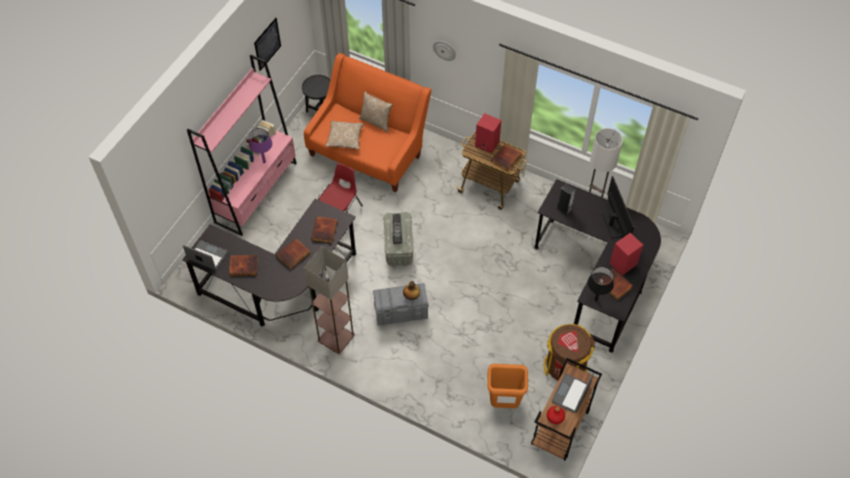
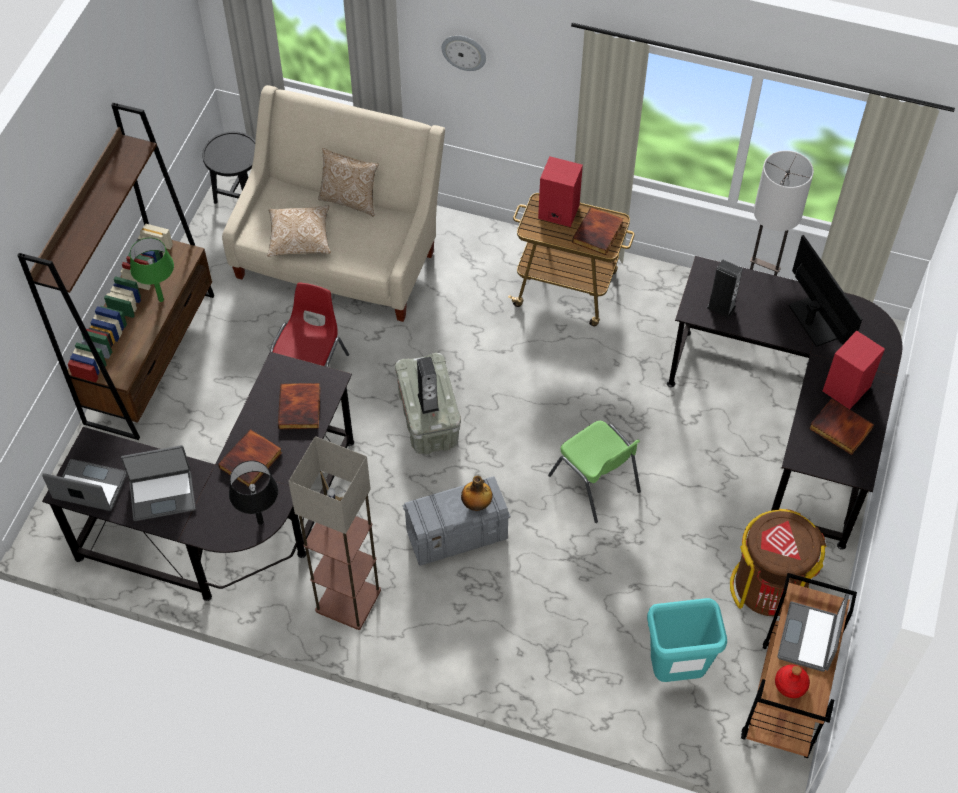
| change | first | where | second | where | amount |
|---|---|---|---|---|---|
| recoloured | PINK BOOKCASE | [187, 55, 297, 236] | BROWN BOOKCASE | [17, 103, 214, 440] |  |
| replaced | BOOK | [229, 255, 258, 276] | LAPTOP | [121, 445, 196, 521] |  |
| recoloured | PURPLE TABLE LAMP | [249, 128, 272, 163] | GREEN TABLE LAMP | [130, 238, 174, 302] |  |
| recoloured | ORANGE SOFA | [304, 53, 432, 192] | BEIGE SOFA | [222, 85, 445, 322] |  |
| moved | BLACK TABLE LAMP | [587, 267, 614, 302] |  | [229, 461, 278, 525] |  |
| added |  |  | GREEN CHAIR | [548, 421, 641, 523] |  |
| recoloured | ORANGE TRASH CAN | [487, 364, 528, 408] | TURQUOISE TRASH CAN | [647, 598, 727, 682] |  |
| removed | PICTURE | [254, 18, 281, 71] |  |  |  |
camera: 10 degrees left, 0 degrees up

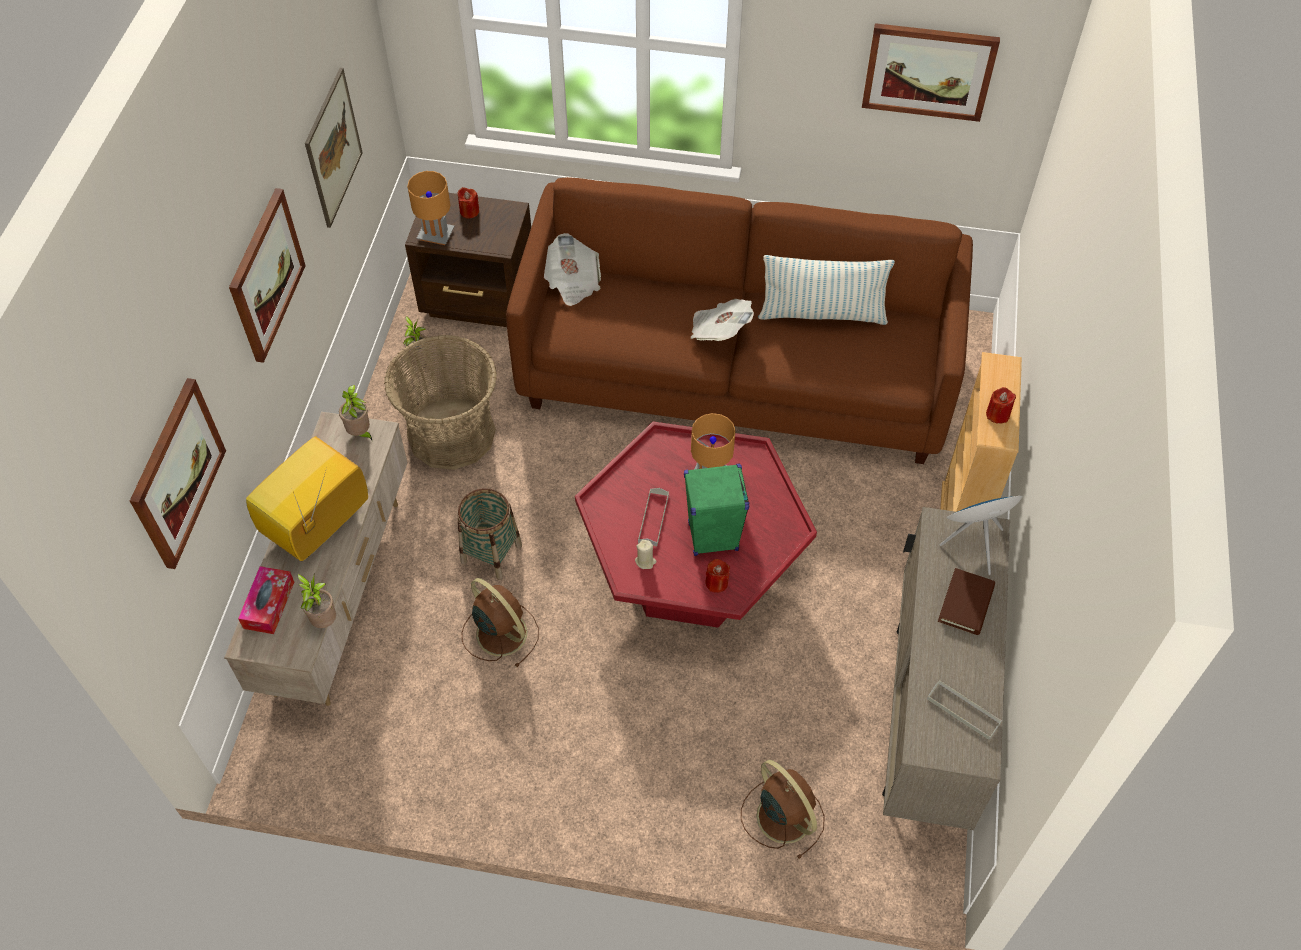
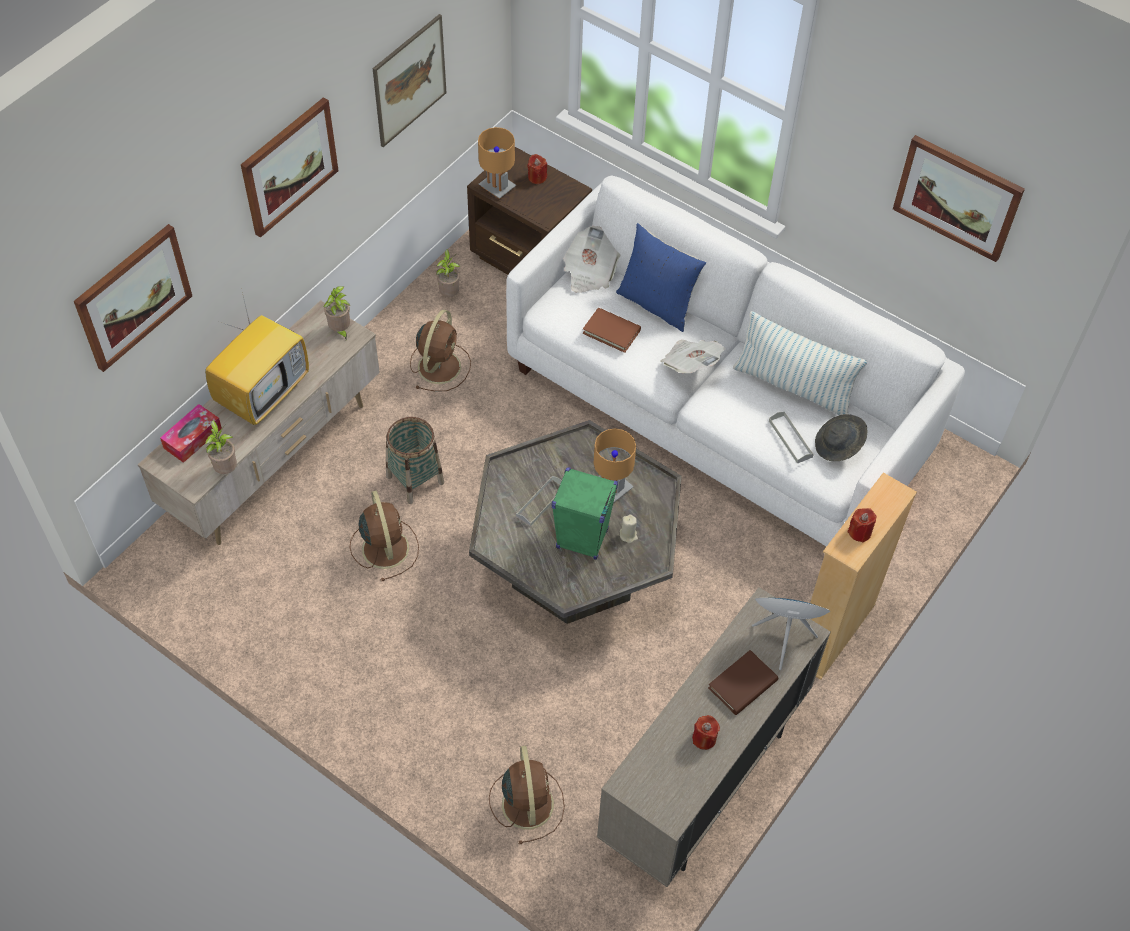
| change | first | where | second | where | amount |
|---|---|---|---|---|---|
| turned | TELEVISION | [246, 436, 368, 561] |  | [205, 292, 309, 426] | 150 degrees clockwise |
| replaced | BASKET | [384, 335, 497, 470] | BROWN FAN | [410, 310, 471, 392] |  |
| recoloured | RED COFFEE TABLE | [575, 421, 817, 628] | GREY COFFEE TABLE | [469, 420, 682, 624] |  |
| recoloured | BROWN SOFA | [506, 177, 973, 464] | WHITE SOFA | [506, 176, 965, 547] |  |
| added |  |  | BROWN BOOK | [582, 307, 641, 353] |  |
| added |  |  | BLUE PILLOW | [616, 223, 706, 332] |  |
| moved | BEIGE CANDLE | [635, 540, 657, 569] |  | [620, 514, 638, 543] |  |
| moved | RED CANDLE | [705, 559, 730, 593] |  | [692, 715, 720, 750] |  |
| moved | GREY TRAY | [927, 680, 1002, 740] |  | [769, 412, 814, 464] |  |
| added |  |  | GREY HAT | [815, 414, 868, 461] |  |
camera: 25 degrees right, 0 degrees up

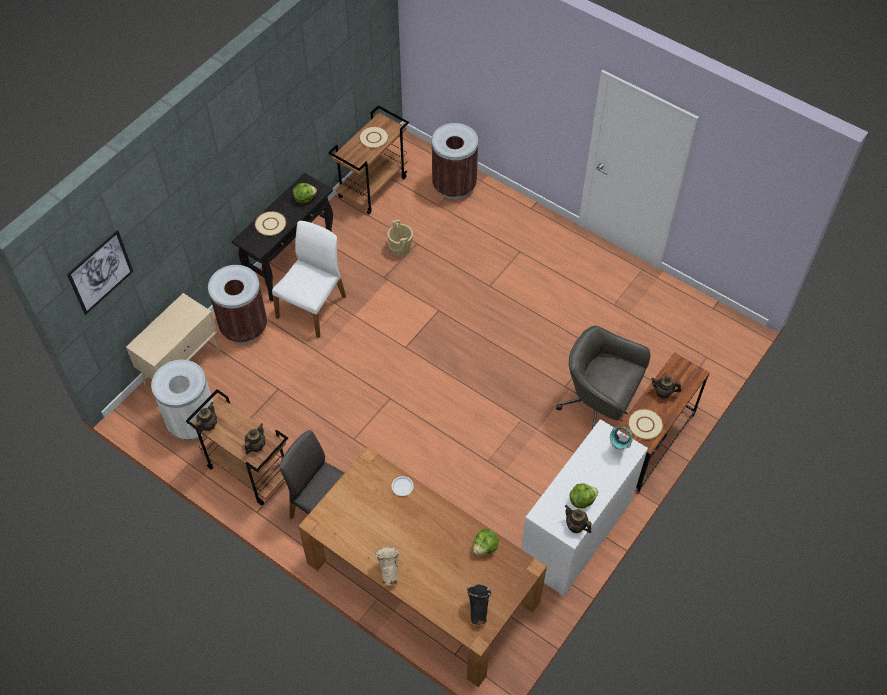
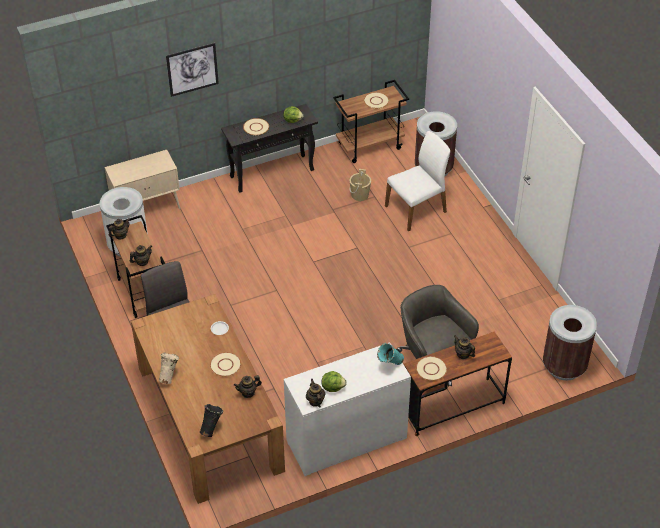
| change | first | where | second | where | amount |
|---|---|---|---|---|---|
| moved | PICTURE | [67, 230, 133, 315] |  | [166, 43, 219, 97] |  |
| added |  |  | BEIGE PLATE | [210, 352, 241, 376] |  |
| replaced | LETTUCE | [473, 529, 499, 555] | TEAPOT | [234, 375, 262, 398] |  |
| moved | WHITE CHAIR | [272, 221, 346, 338] |  | [385, 131, 450, 231] |  |
| moved | BROWN TRASH CAN | [208, 265, 267, 344] |  | [543, 305, 597, 380] |  |
camera: 30 degrees right, 10 degrees down

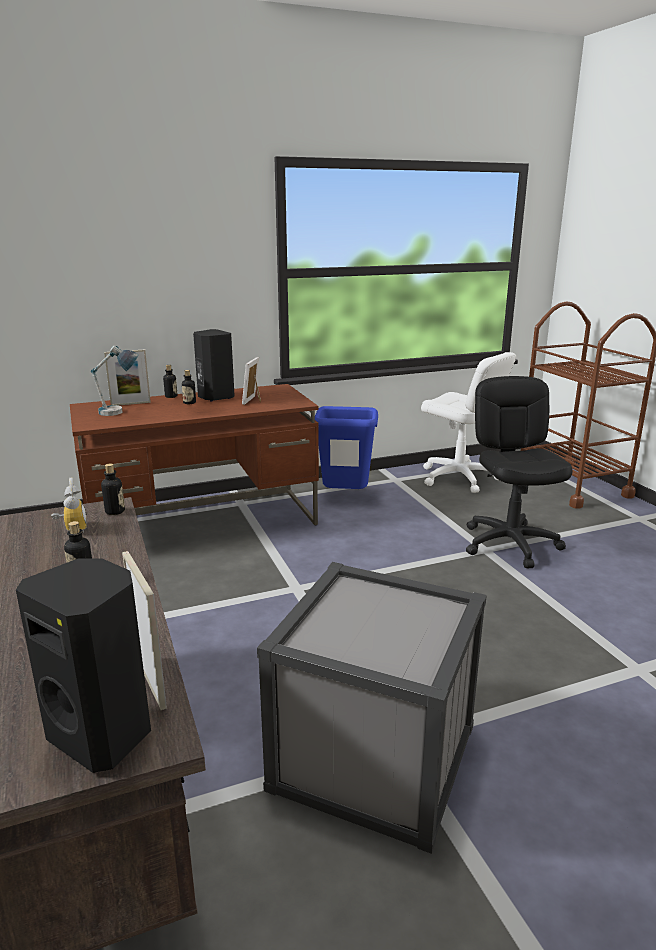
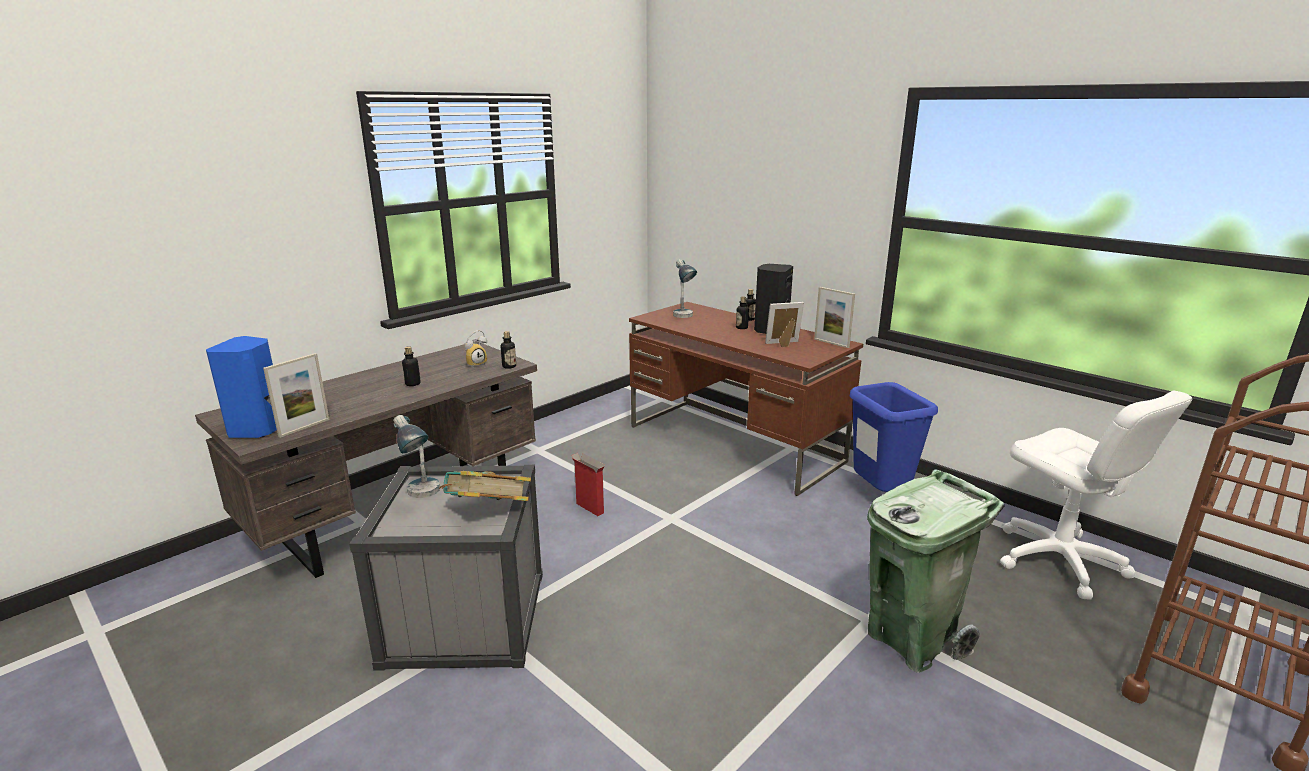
| change | first | where | second | where | amount |
|---|---|---|---|---|---|
| recoloured | BLACK SPEAKER | [16, 559, 151, 773] | BLUE SPEAKER | [206, 336, 277, 438] |  |
| added |  |  | TABLE LAMP | [393, 415, 440, 498] |  |
| added |  |  | BOOK | [439, 471, 531, 501] |  |
| added |  |  | CARDBOARD BOX | [571, 453, 605, 516] |  |
| moved | PICTURE FRAME | [104, 349, 151, 405] |  | [814, 287, 855, 348] |  |
| replaced | BLACK OFFICE CHAIR | [466, 376, 573, 568] | GREEN TRASH CAN | [867, 469, 1005, 673] |  |
| turned | WHITE OFFICE CHAIR | [421, 352, 516, 493] |  | [1000, 390, 1192, 600] | 45 degrees counterclockwise |
camera: 65 degrees right, 0 degrees up

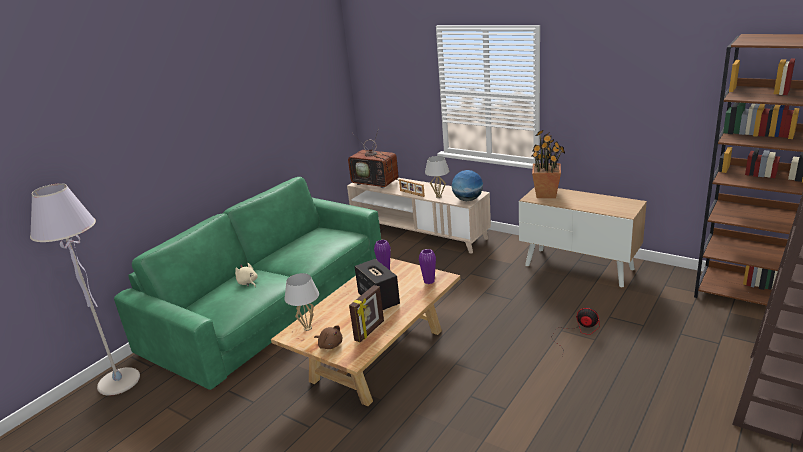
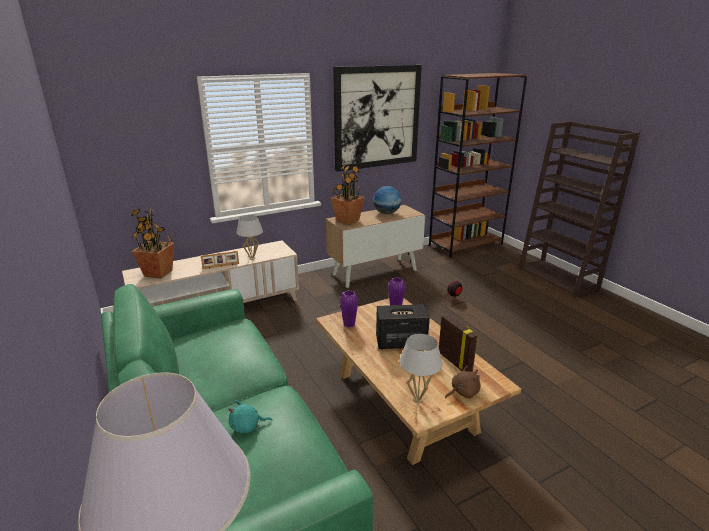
| change | first | where | second | where | amount |
|---|---|---|---|---|---|
| replaced | TELEVISION | [348, 128, 398, 188] | POTTED PLANT | [131, 206, 174, 279] |  |
| recoloured | BEIGE PLUSH TOY | [235, 263, 258, 287] | TURQUOISE PLUSH TOY | [228, 400, 273, 433] |  |
| added |  |  | PICTURE | [333, 65, 422, 172] |  |
| moved | GLOBE | [452, 170, 483, 201] |  | [373, 186, 401, 214] |  |
camera: 65 degrees left, 0 degrees up

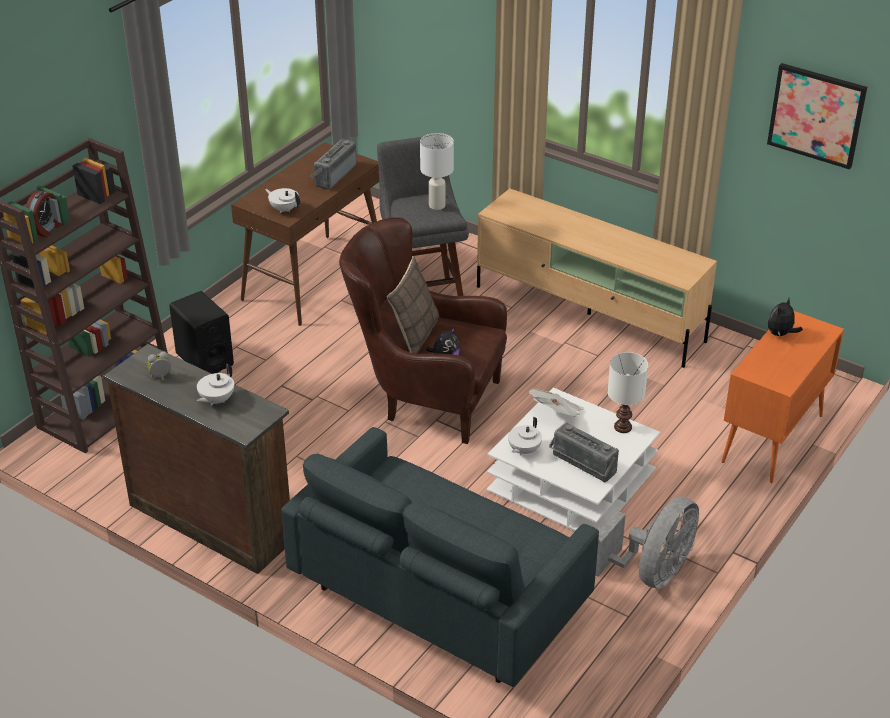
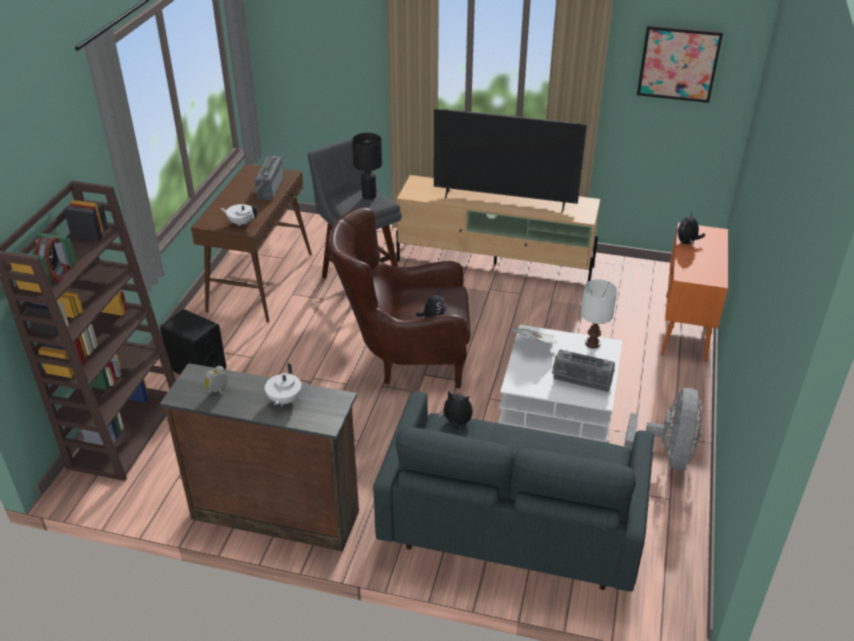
| change | first | where | second | where | amount |
|---|---|---|---|---|---|
| recoloured | WHITE TABLE LAMP | [420, 133, 454, 210] | BLACK TABLE LAMP | [352, 133, 382, 200] |  |
| added |  |  | TELEVISION | [434, 109, 587, 213] |  |
| added |  |  | PLUSH TOY | [439, 391, 473, 430] |  |
| removed | PILLOW | [387, 256, 439, 353] |  |  |  |
| removed | WHITE TEAPOT | [508, 417, 542, 456] |  |  |  |
camera: 20 degrees left, 0 degrees up

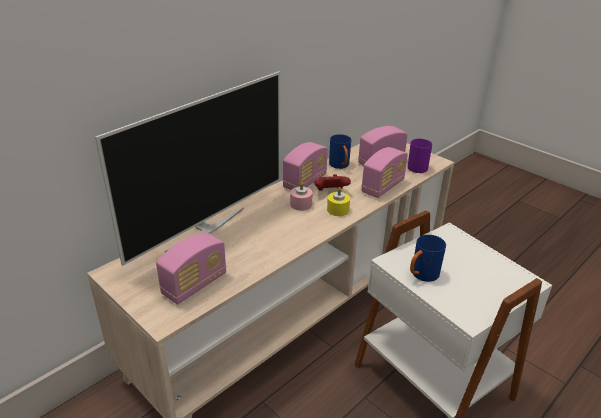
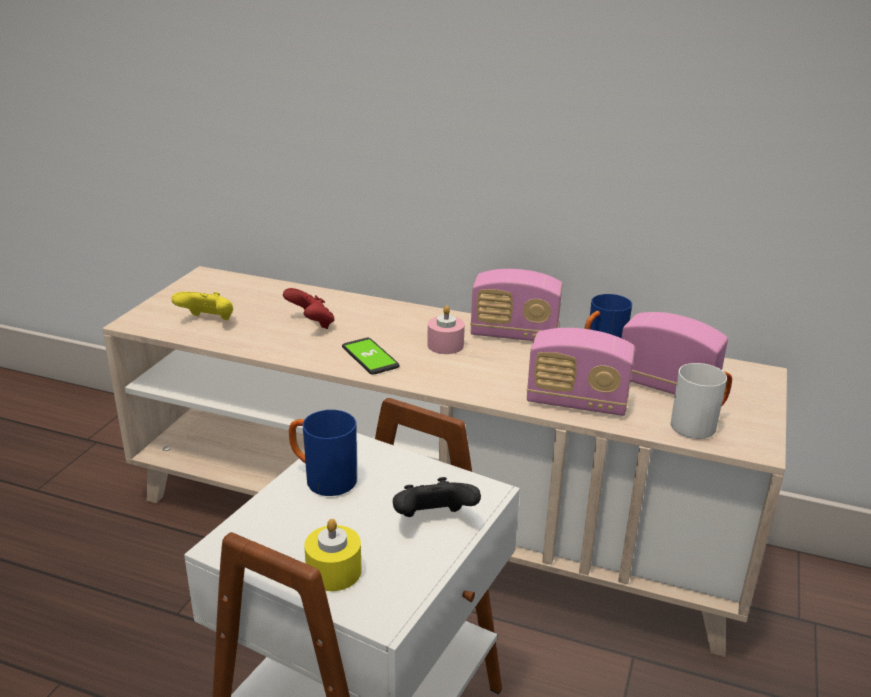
| change | first | where | second | where | amount |
|---|---|---|---|---|---|
| replaced | RADIO | [156, 232, 226, 304] | YELLOW GAME CONTROLLER | [171, 292, 233, 320] |  |
| moved | RED GAME CONTROLLER | [314, 174, 351, 191] |  | [283, 288, 335, 329] |  |
| moved | YELLOW CANDLE | [327, 187, 350, 216] |  | [304, 519, 362, 591] |  |
| added |  |  | PHONE | [342, 338, 400, 375] |  |
| added |  |  | BLACK GAME CONTROLLER | [393, 477, 481, 517] |  |
| recoloured | PURPLE MUG | [408, 139, 432, 173] | WHITE MUG | [670, 363, 732, 439] |  |
| removed | TELEVISION | [95, 71, 280, 266] |  |  |  |
camera: 65 degrees right, 5 degrees down

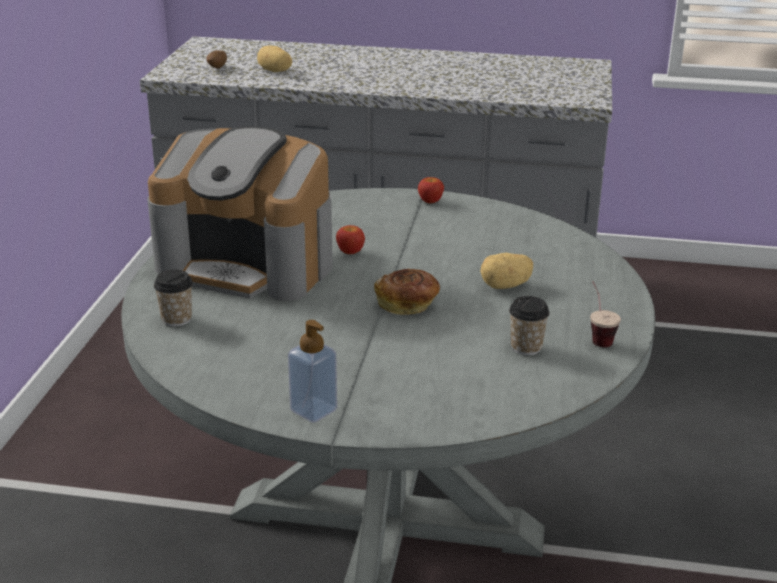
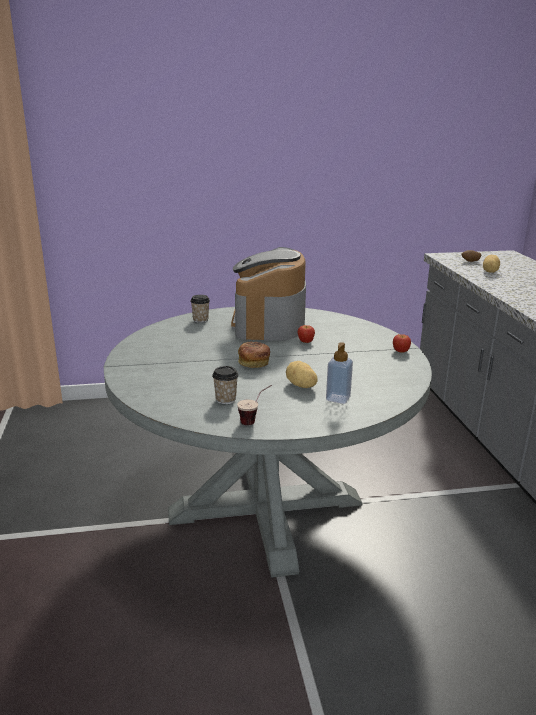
| change | first | where | second | where | amount |
|---|---|---|---|---|---|
| moved | SOAP DISPENSER | [288, 320, 337, 423] |  | [326, 342, 353, 404] |  |
camera: 70 degrees right, 5 degrees down

